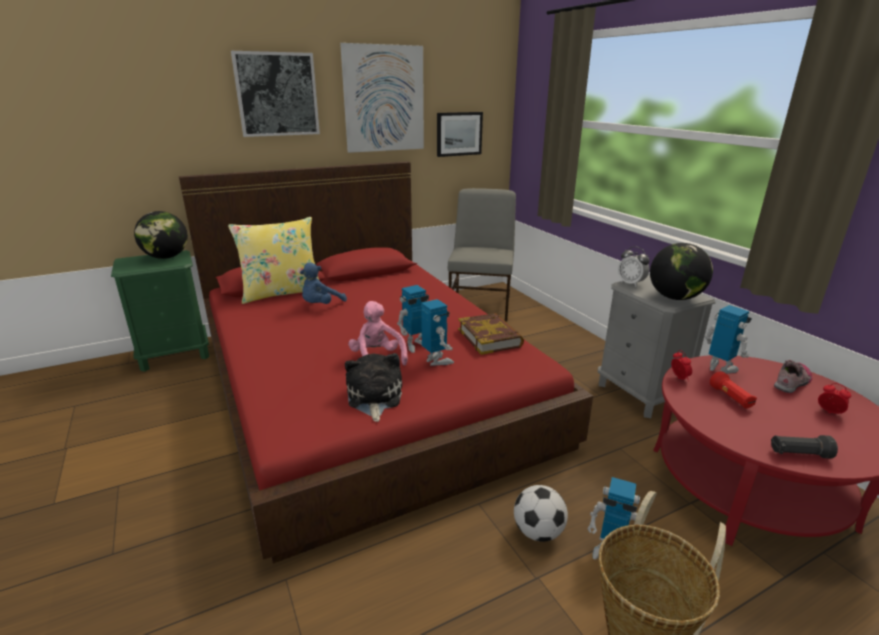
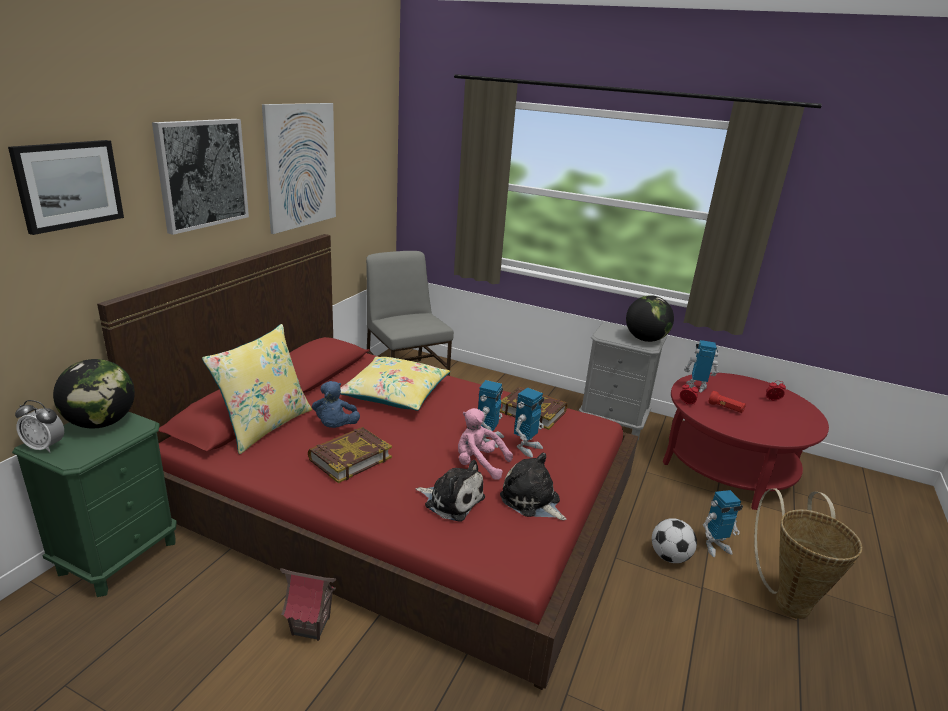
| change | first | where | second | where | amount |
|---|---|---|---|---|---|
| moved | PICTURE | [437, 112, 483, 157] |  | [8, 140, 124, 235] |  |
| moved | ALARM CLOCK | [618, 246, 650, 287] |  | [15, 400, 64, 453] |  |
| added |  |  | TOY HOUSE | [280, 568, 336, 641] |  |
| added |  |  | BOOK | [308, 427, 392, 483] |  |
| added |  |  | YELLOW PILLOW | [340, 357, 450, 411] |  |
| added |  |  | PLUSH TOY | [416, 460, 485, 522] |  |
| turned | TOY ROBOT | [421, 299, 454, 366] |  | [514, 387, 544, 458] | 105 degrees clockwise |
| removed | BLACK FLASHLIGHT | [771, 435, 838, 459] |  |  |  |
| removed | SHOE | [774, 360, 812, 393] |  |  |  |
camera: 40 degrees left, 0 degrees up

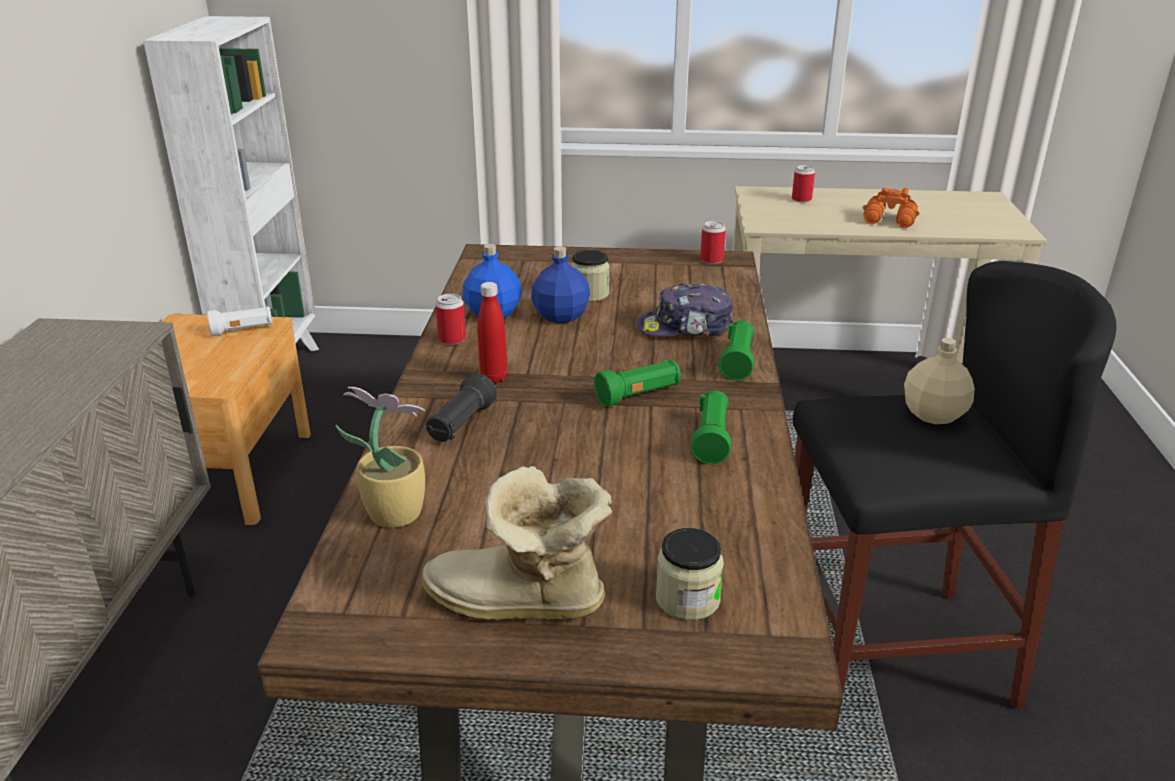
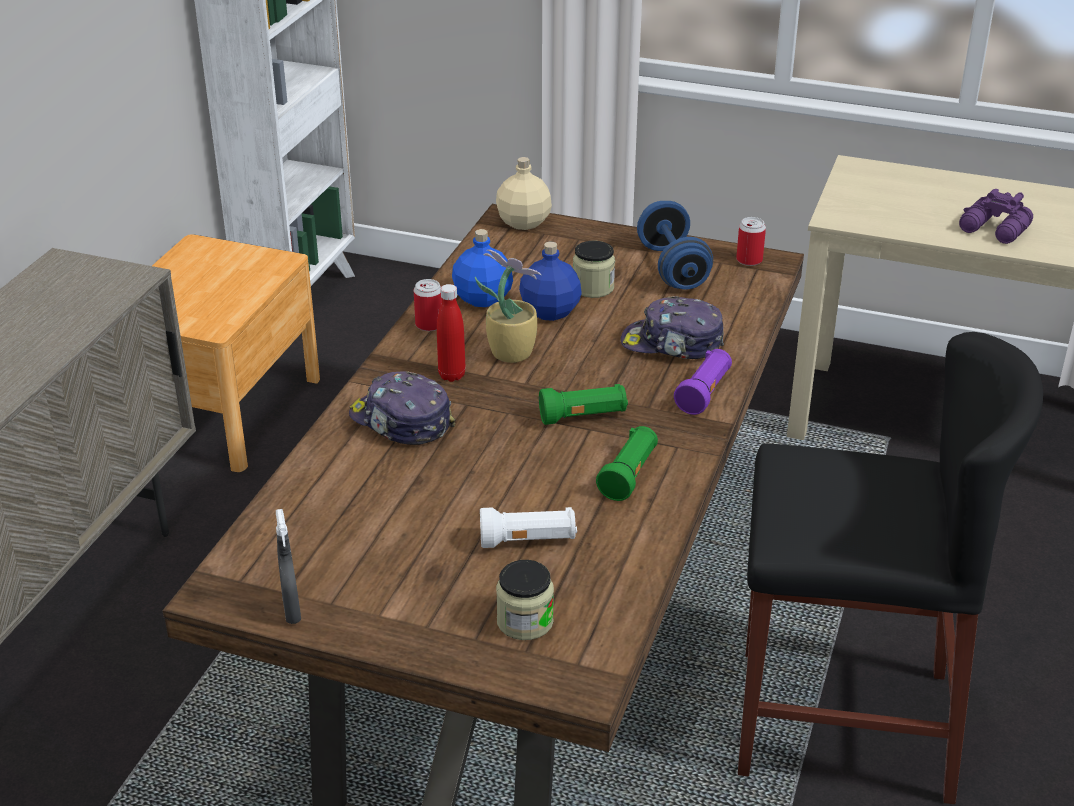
| change | first | where | second | where | amount |
|---|---|---|---|---|---|
| added |  |  | GREY SPRAY BOTTLE | [276, 509, 301, 624] |  |
| replaced | BLACK FLASHLIGHT | [426, 373, 497, 442] | CAP | [349, 371, 455, 445] |  |
| moved | POTTED PLANT | [335, 387, 425, 528] |  | [475, 249, 542, 363] |  |
| moved | WHITE FLASHLIGHT | [207, 307, 273, 336] |  | [480, 507, 577, 548] |  |
| moved | BEIGE BOTTLE | [904, 338, 975, 424] |  | [496, 157, 552, 230] |  |
| added |  |  | BLUE DUMBBELL | [637, 201, 713, 289] |  |
| recoloured | GREEN FLASHLIGHT | [719, 320, 754, 380] | PURPLE FLASHLIGHT | [674, 349, 732, 415] |  |
| recoloured | ORANGE BINOCULARS | [862, 187, 920, 228] | PURPLE BINOCULARS | [959, 189, 1033, 244] |  |
| removed | BOOT | [422, 466, 612, 620] |  |  |  |
| removed | CAN | [792, 165, 815, 203] |  |  |  |
camera: 15 degrees right, 5 degrees up

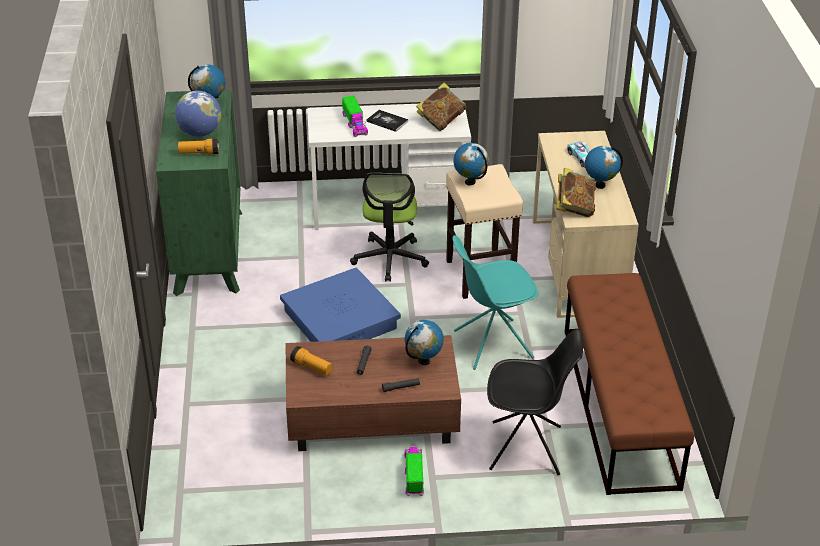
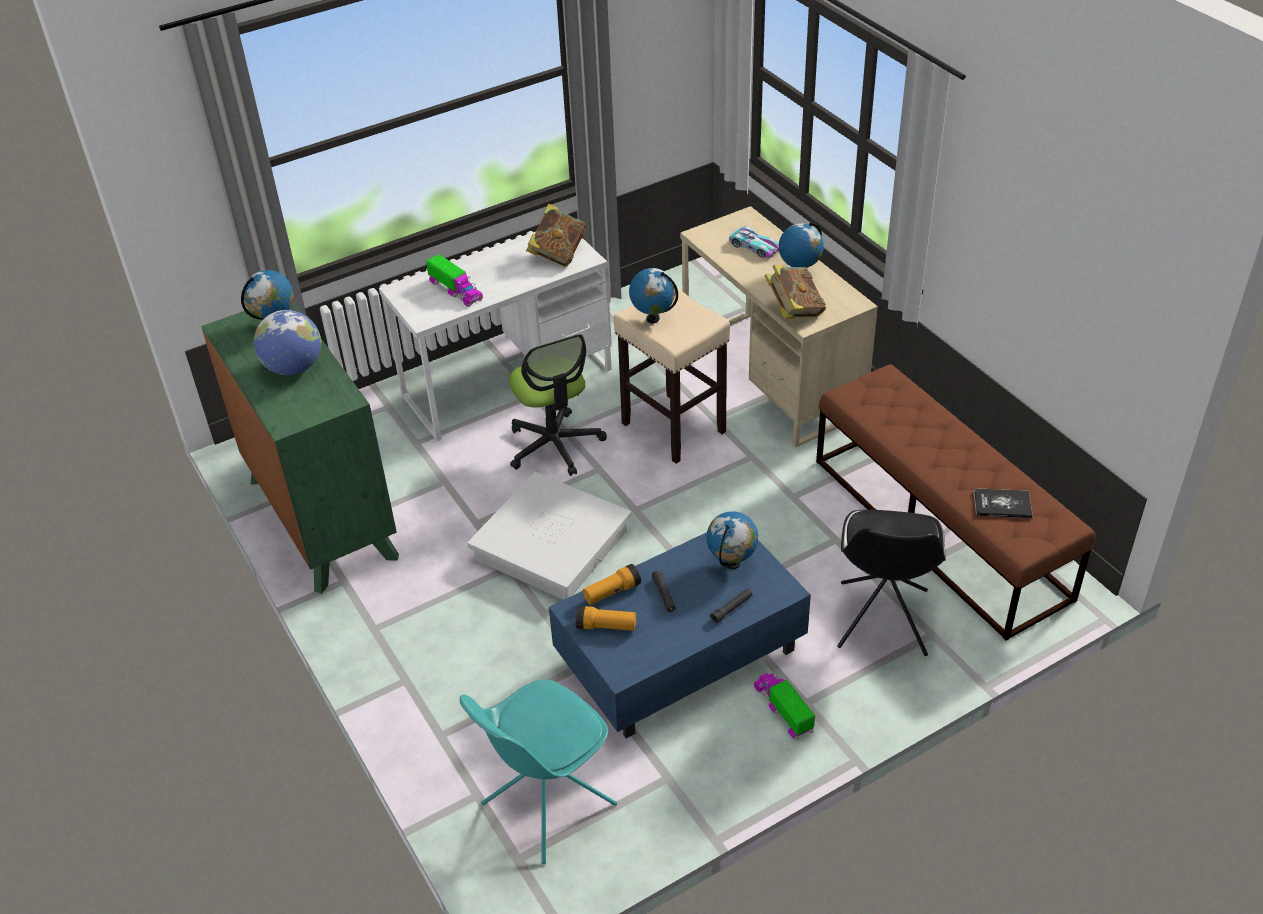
| change | first | where | second | where | amount |
|---|---|---|---|---|---|
| moved | TURQUOISE CHAIR | [452, 235, 538, 370] |  | [460, 679, 617, 864] |  |
| recoloured | BLUE STORAGE BOX | [280, 267, 401, 342] | WHITE STORAGE BOX | [467, 472, 631, 600] |  |
| recoloured | BROWN COFFEE TABLE | [286, 335, 461, 451] | BLUE COFFEE TABLE | [549, 532, 811, 738] |  |
| moved | FLASHLIGHT | [178, 139, 219, 154] |  | [583, 564, 641, 605] |  |
| turned | BLACK CHAIR | [487, 329, 583, 475] |  | [837, 510, 946, 656] | 120 degrees clockwise |
| moved | BOOK | [366, 110, 408, 132] |  | [973, 488, 1033, 518] |  |
camera: 25 degrees left, 5 degrees up

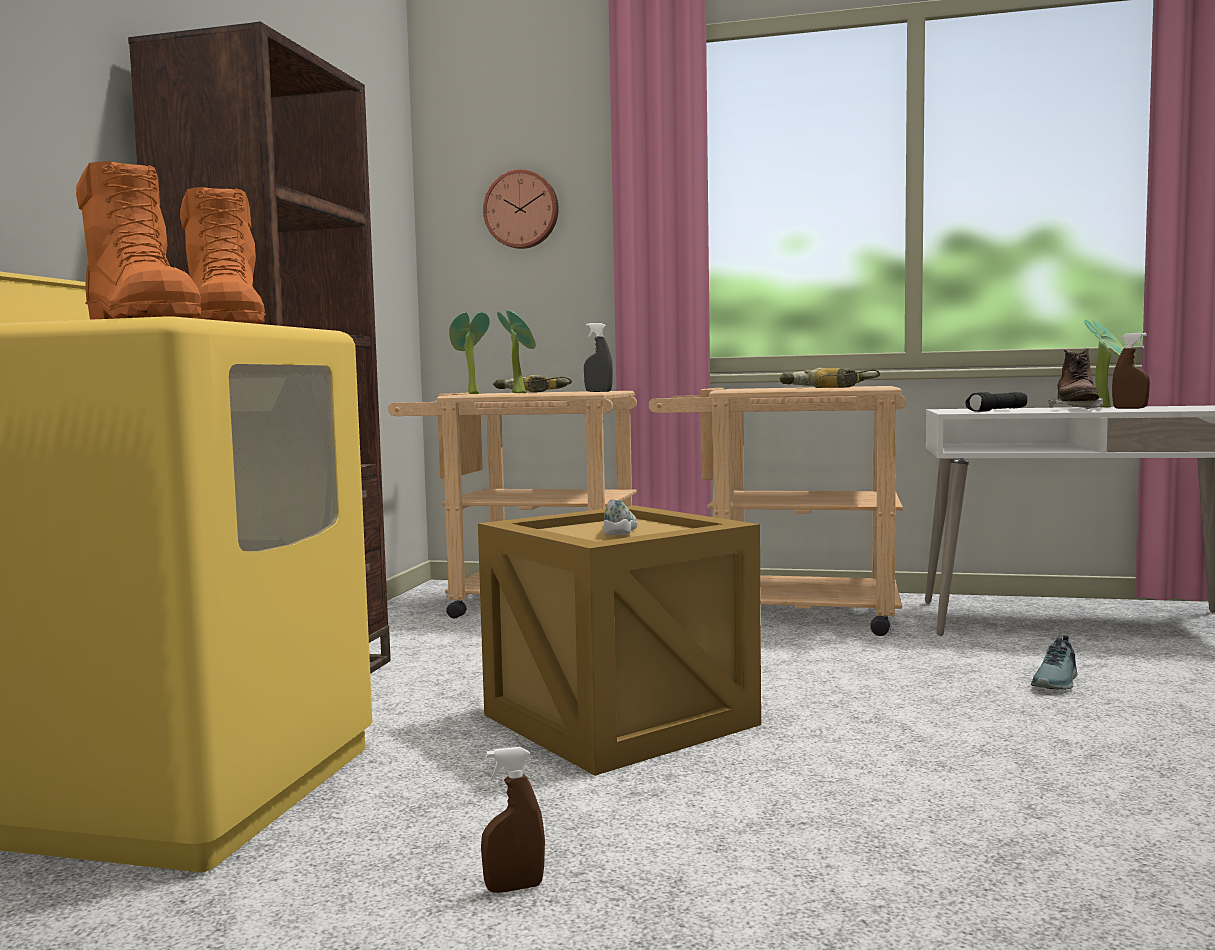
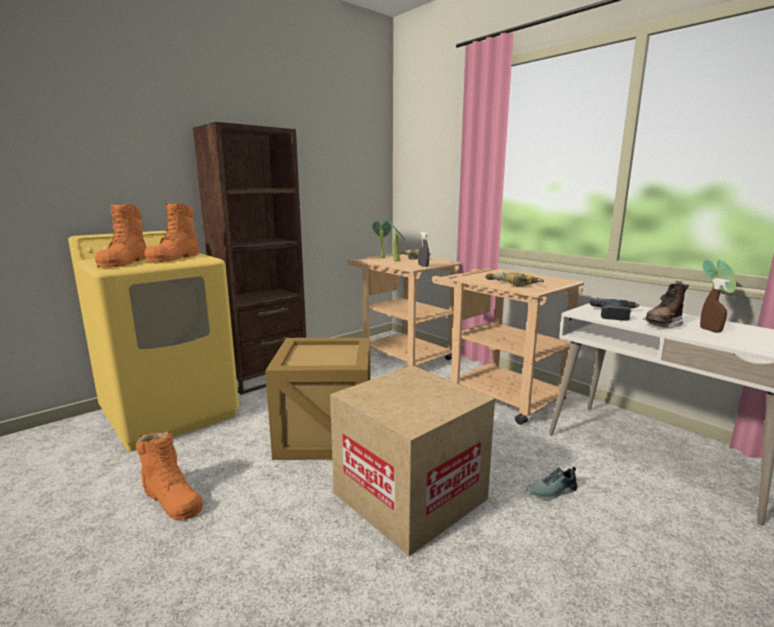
| change | first | where | second | where | amount |
|---|---|---|---|---|---|
| replaced | BROWN SPRAY BOTTLE | [481, 747, 545, 893] | ORANGE BOOT | [136, 431, 203, 521] |  |
| added |  |  | CARDBOARD BOX | [330, 365, 495, 556] |  |
| replaced | BLACK FLASHLIGHT | [965, 392, 1027, 412] | POWER DRILL | [590, 298, 640, 321] |  |
| removed | WALL CLOCK | [483, 169, 559, 249] |  |  |  |
| removed | WHITE SHOE | [604, 499, 638, 535] |  |  |  |
camera: 35 degrees right, 10 degrees up

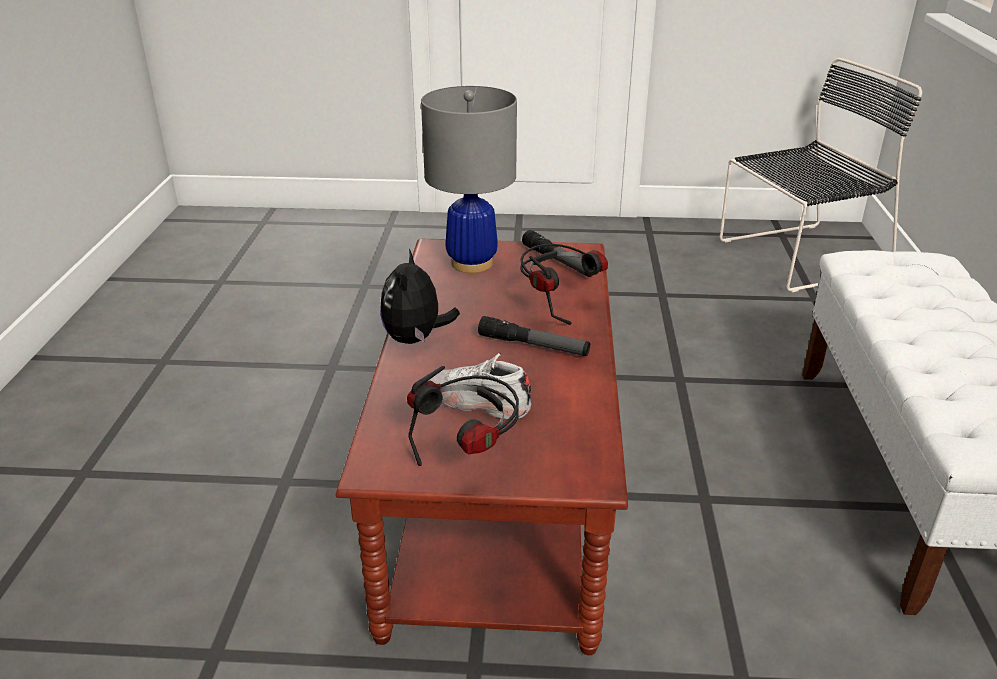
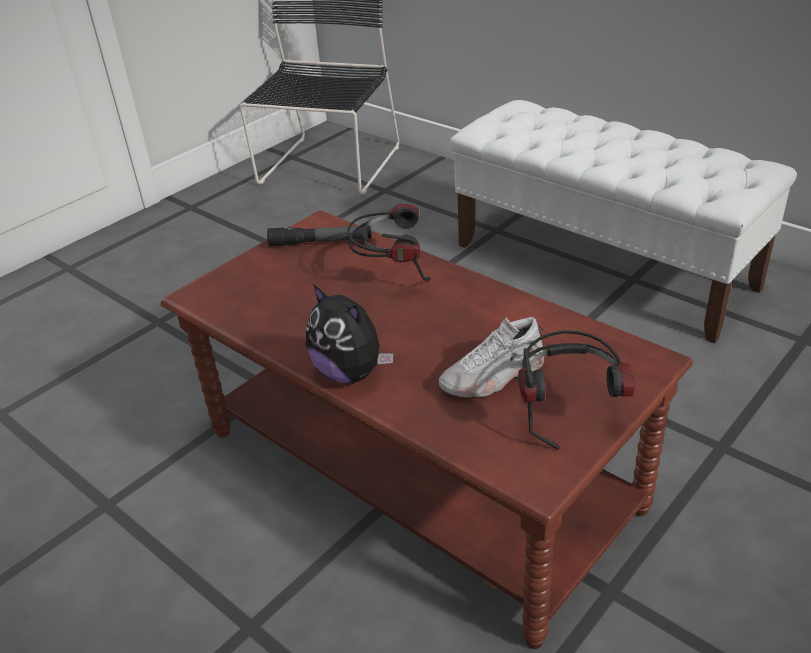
| change | first | where | second | where | amount |
|---|---|---|---|---|---|
| removed | GREY TABLE LAMP | [421, 86, 517, 273] |  |  |  |
| removed | FLASHLIGHT | [478, 316, 590, 356] |  |  |  |
camera: 50 degrees left, 5 degrees up

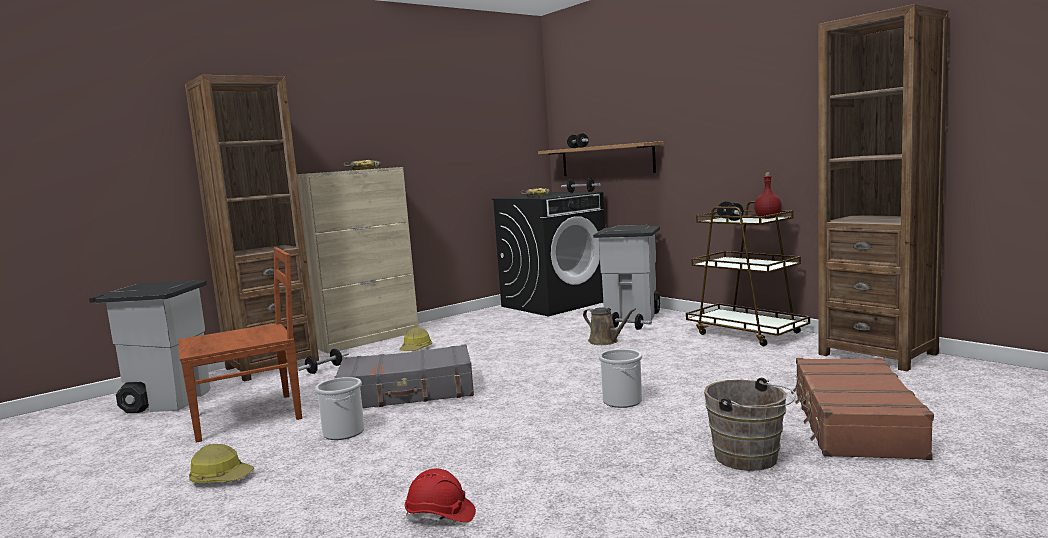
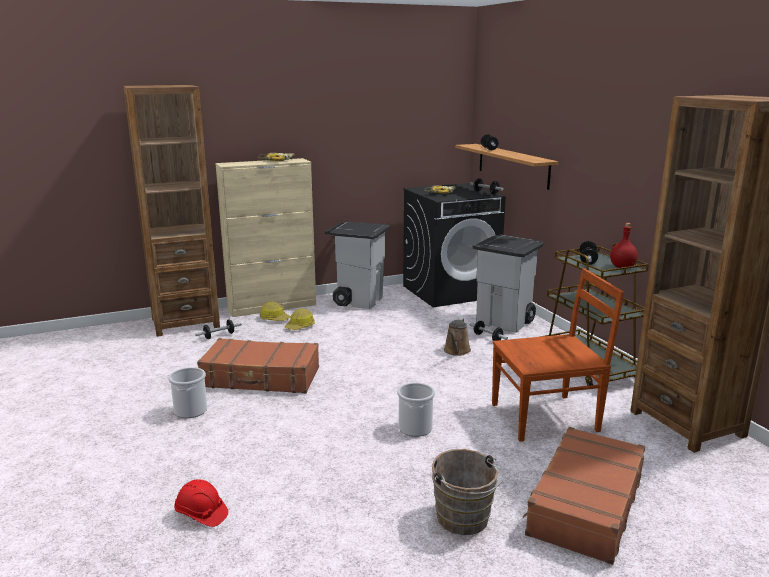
| change | first | where | second | where | amount |
|---|---|---|---|---|---|
| recoloured | GREY SUITCASE | [334, 344, 474, 408] | BROWN SUITCASE | [197, 338, 319, 393] |  |
| moved | HARD HAT | [189, 444, 254, 483] |  | [260, 301, 291, 321] |  |
| moved | GREY TRASH CAN | [89, 280, 210, 413] |  | [325, 222, 390, 309] |  |
| turned | BROWN WATERING CAN | [583, 307, 636, 345] |  | [444, 318, 471, 356] | 45 degrees clockwise |
| moved | BROWN CHAIR | [178, 247, 302, 443] |  | [492, 268, 624, 442] |  |
camera: 15 degrees right, 10 degrees up

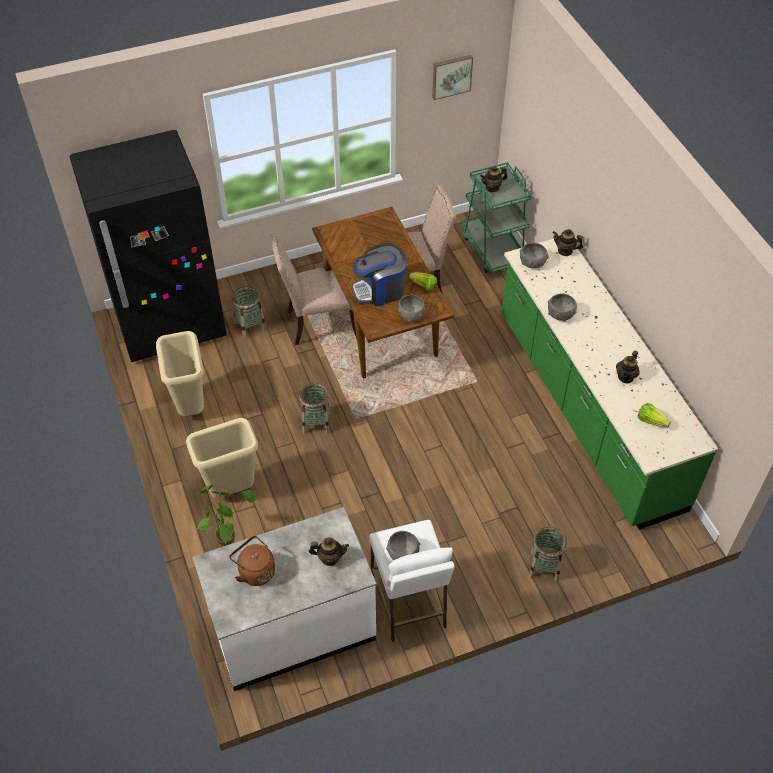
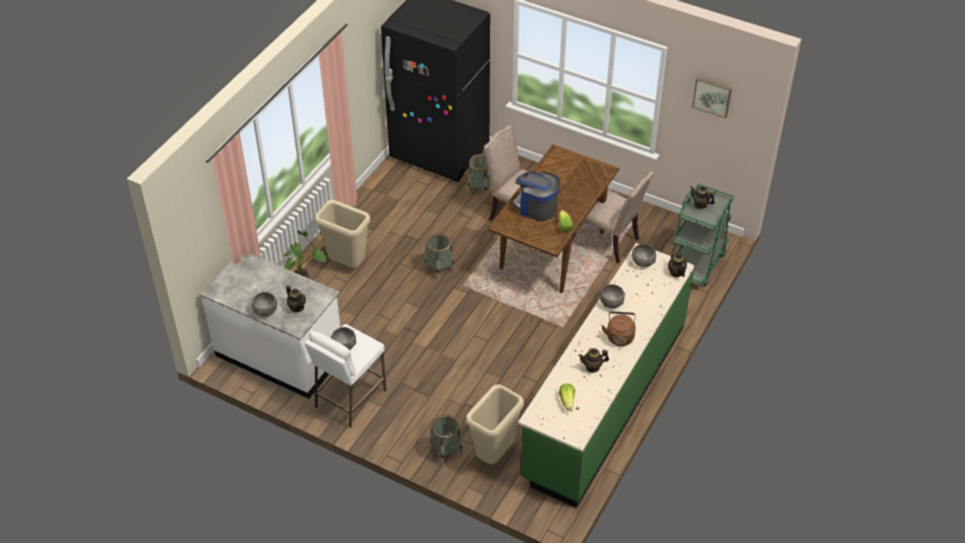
| change | first | where | second | where | amount |
|---|---|---|---|---|---|
| moved | GREY BOWL | [398, 295, 426, 322] |  | [252, 292, 278, 317] |  |
| moved | BEIGE TRASH CAN | [156, 331, 204, 416] |  | [466, 384, 524, 464] |  |
| moved | BROWN KETTLE | [229, 536, 275, 586] |  | [601, 311, 635, 346] |  |
camera: 50 degrees right, 5 degrees down

